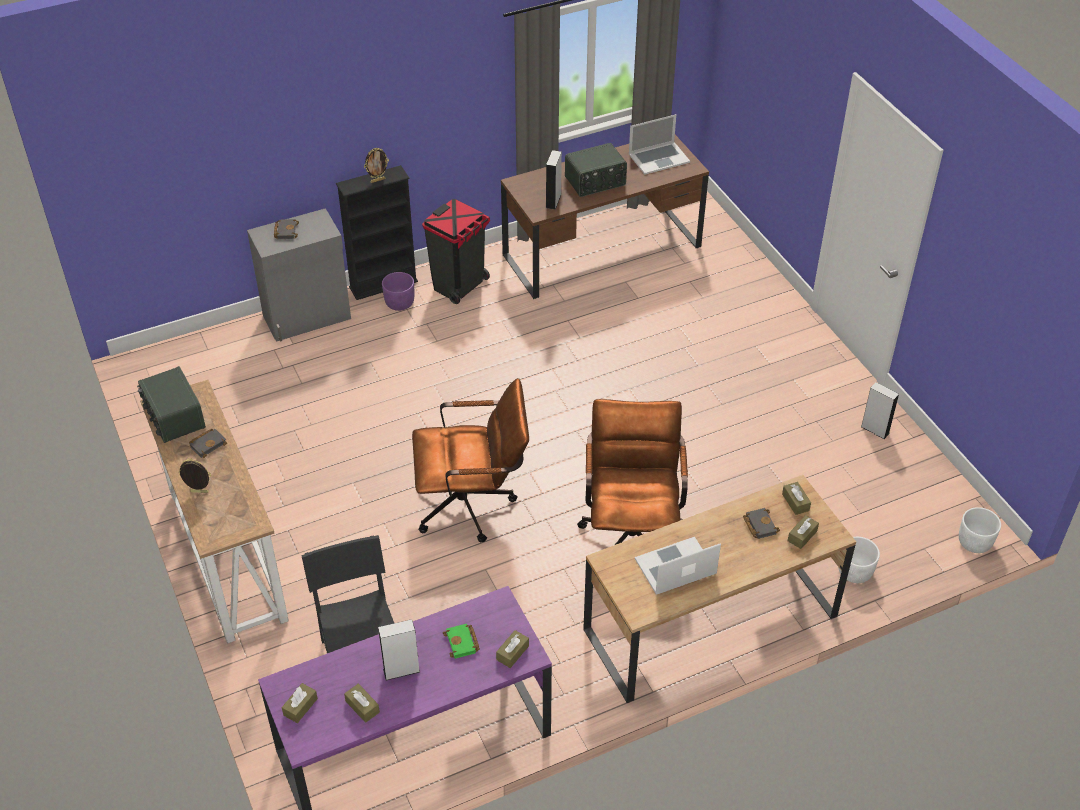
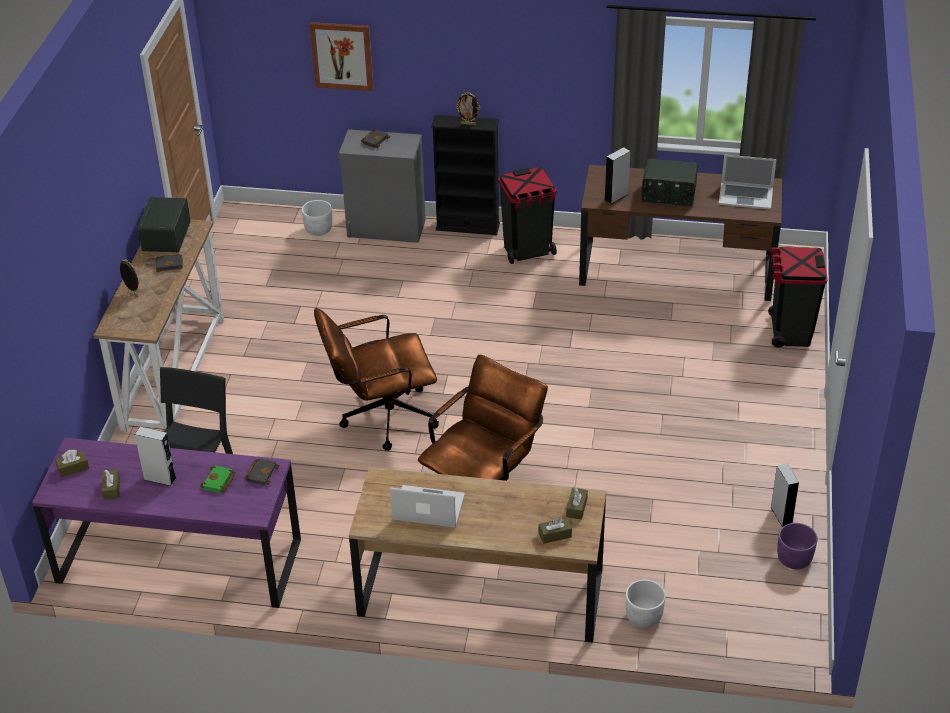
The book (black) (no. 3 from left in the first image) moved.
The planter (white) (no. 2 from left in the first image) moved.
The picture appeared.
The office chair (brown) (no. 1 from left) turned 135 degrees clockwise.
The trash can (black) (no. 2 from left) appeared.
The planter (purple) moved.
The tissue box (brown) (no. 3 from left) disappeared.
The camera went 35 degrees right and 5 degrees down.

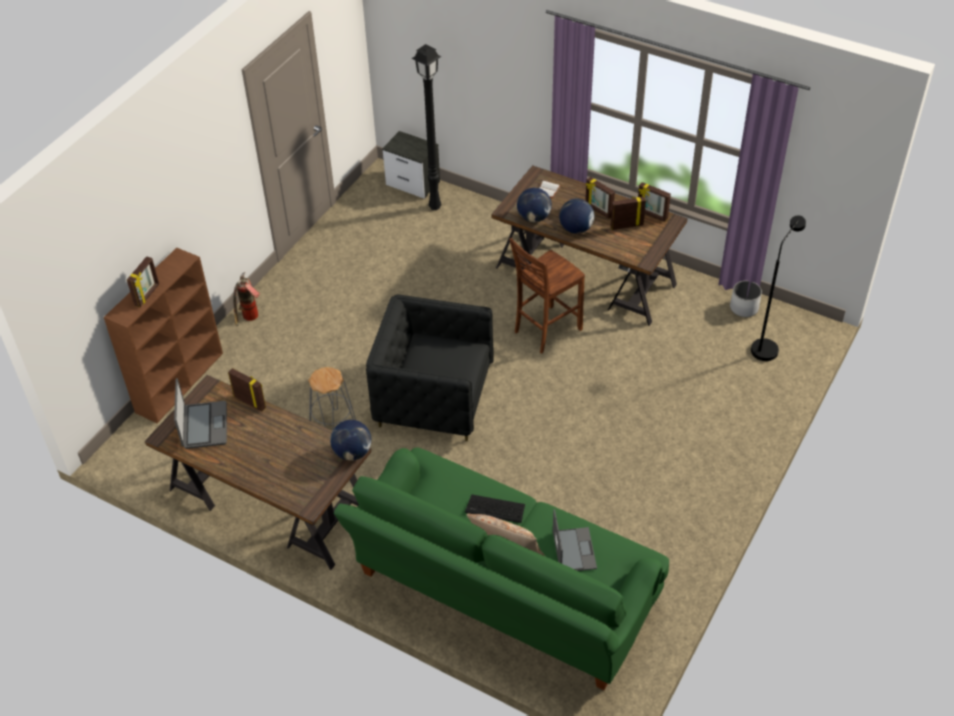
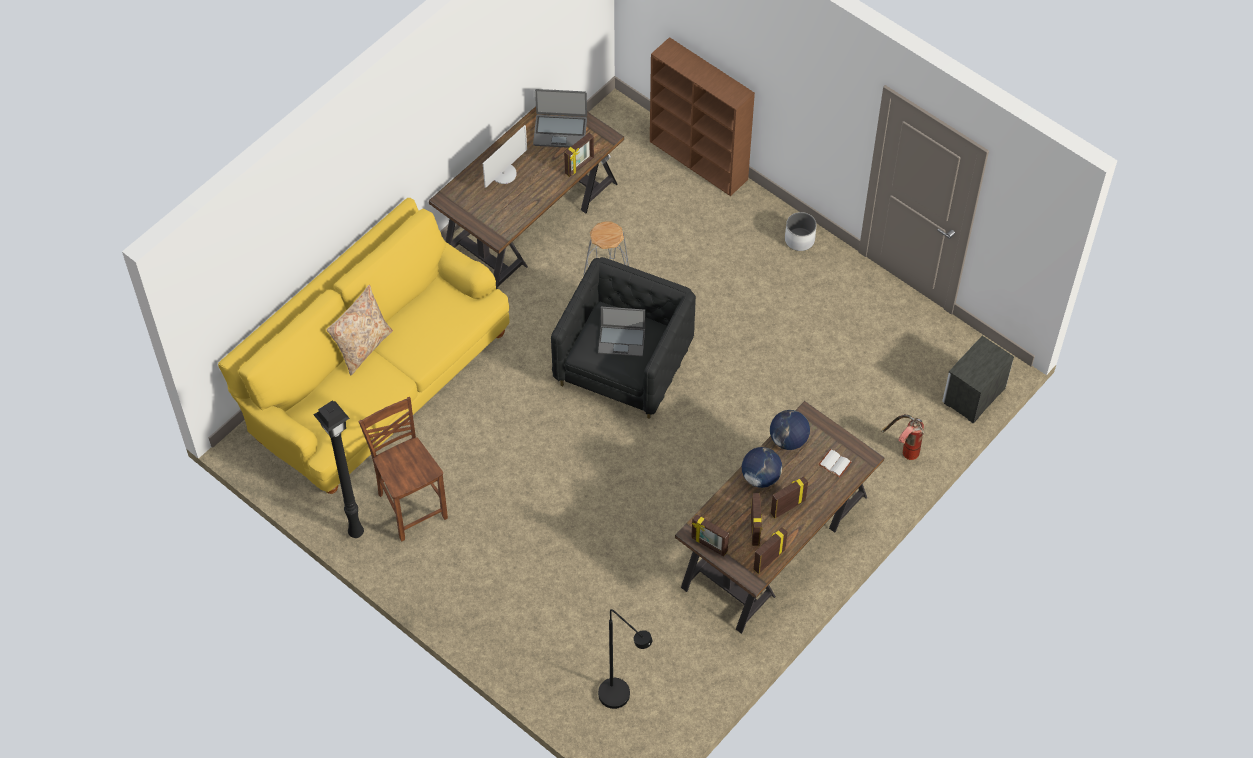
The sofa (green) became the sofa (yellow).
The floor lamp (black) (no. 1 from left) moved.
The chair (brown) moved.
The monitor appeared.
The laptop (no. 2 from left) moved.
The picture frame (no. 1 from left in the first image) moved.
The planter (white) moved.
The fire extinguisher moved.
The globe (no. 1 from left) disappeared.
The keyboard disappeared.
The camera went 100 degrees right and 10 degrees up.

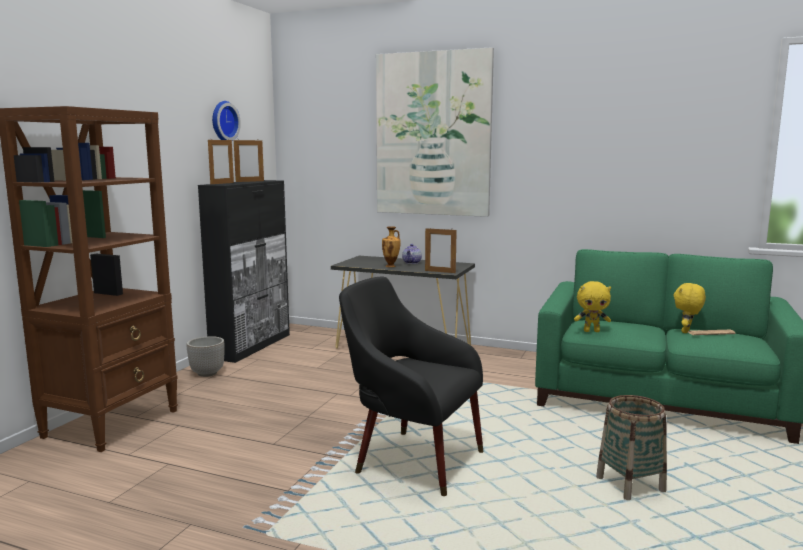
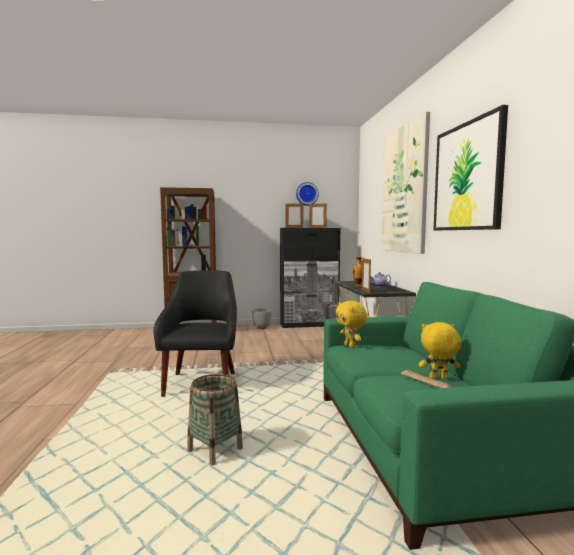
The picture (no. 2 from left) appeared.
The camera went 60 degrees right and 5 degrees down.

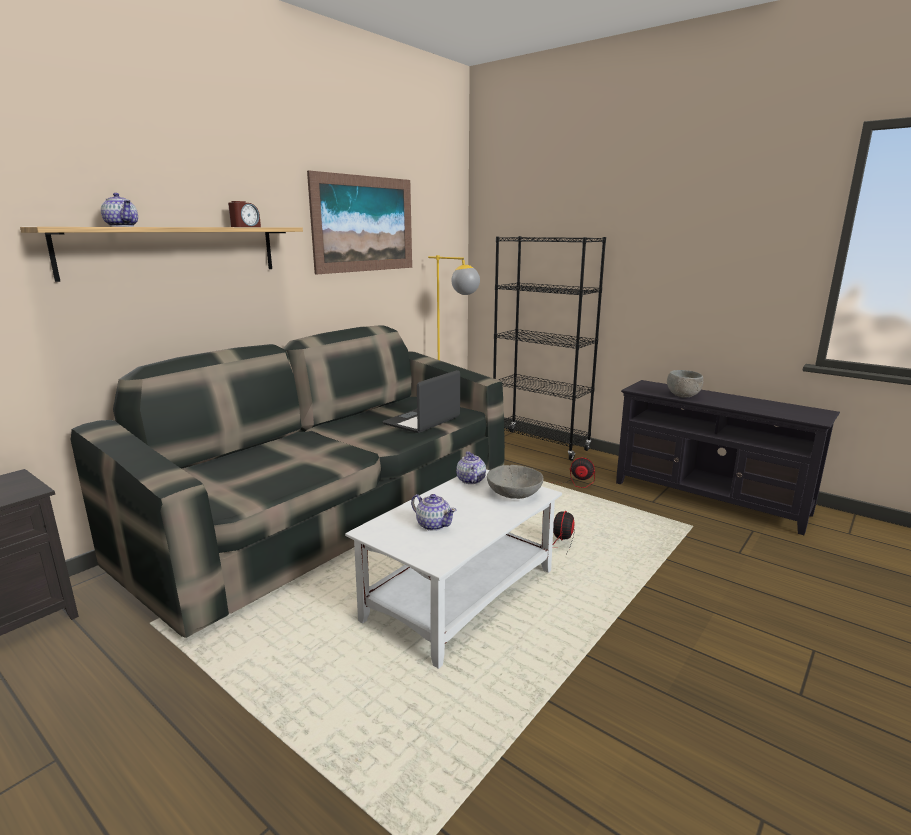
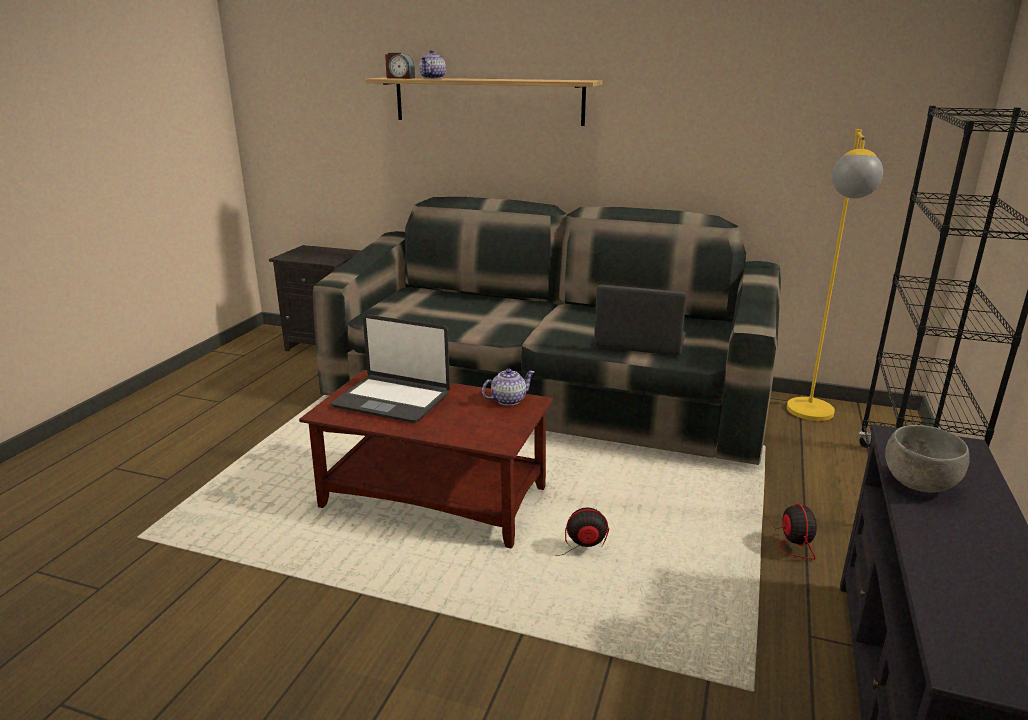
The coffee table (white) became the coffee table (brown).
The teapot (no. 2 from left) was replaced by the laptop (no. 1 from left).
The alarm clock moved.
The picture disappeared.
The bowl (grey) (no. 1 from left) disappeared.
The camera went 70 degrees right and 5 degrees up.

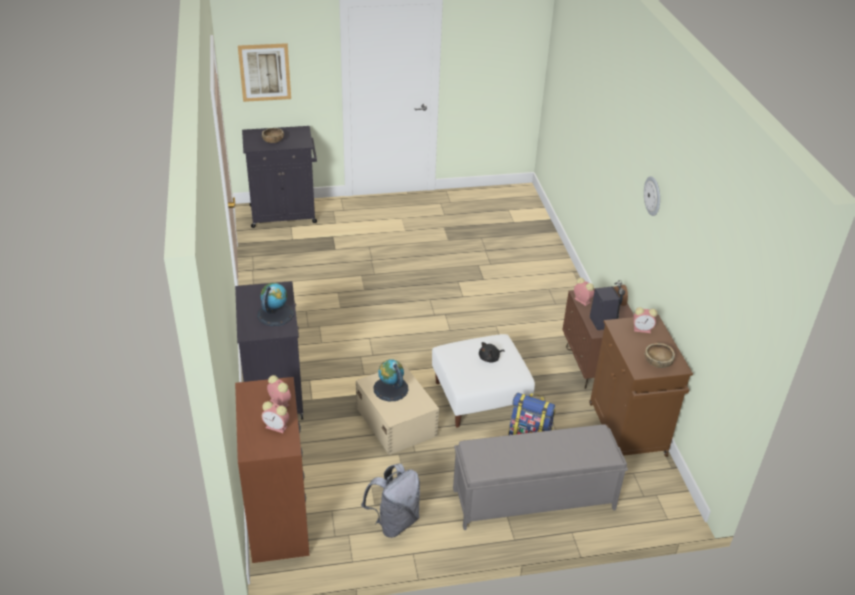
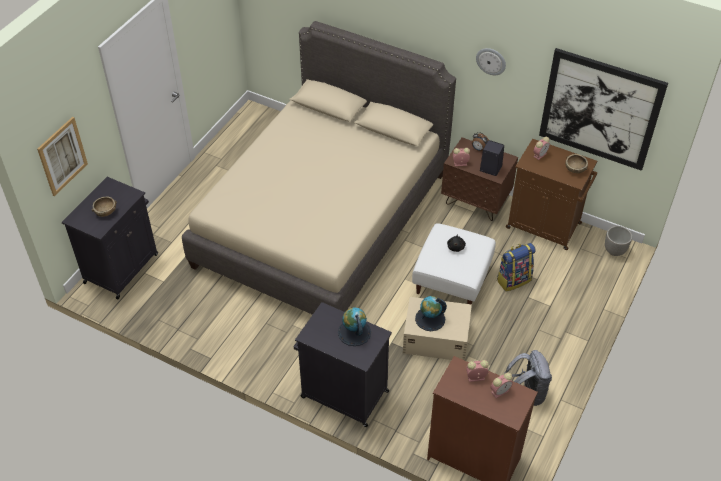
The bed (beige) appeared.
The picture (no. 2 from left) appeared.
The planter appeared.
The bench (grey) disappeared.
The camera went 50 degrees left and 10 degrees up.

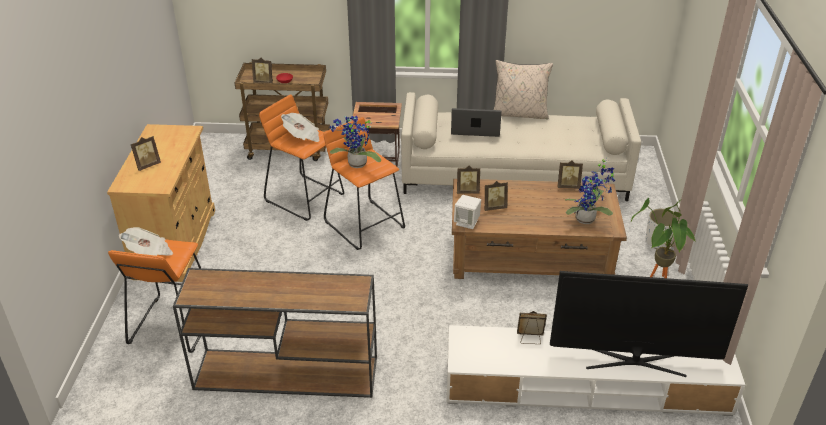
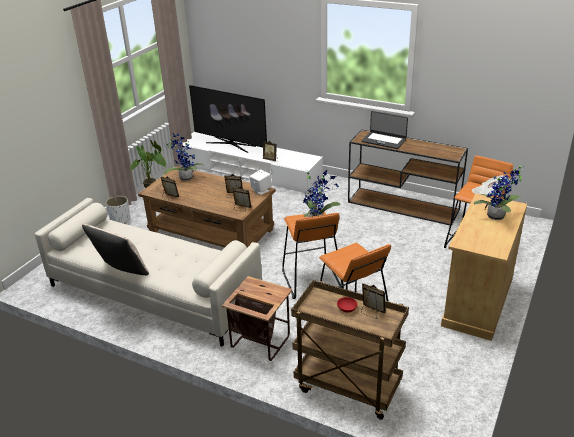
The laptop moved.
The picture frame (no. 1 from left) was replaced by the potted plant (no. 4 from left).
The newspaper (no. 2 from left) disappeared.
The camera went 155 degrees left and 5 degrees down.

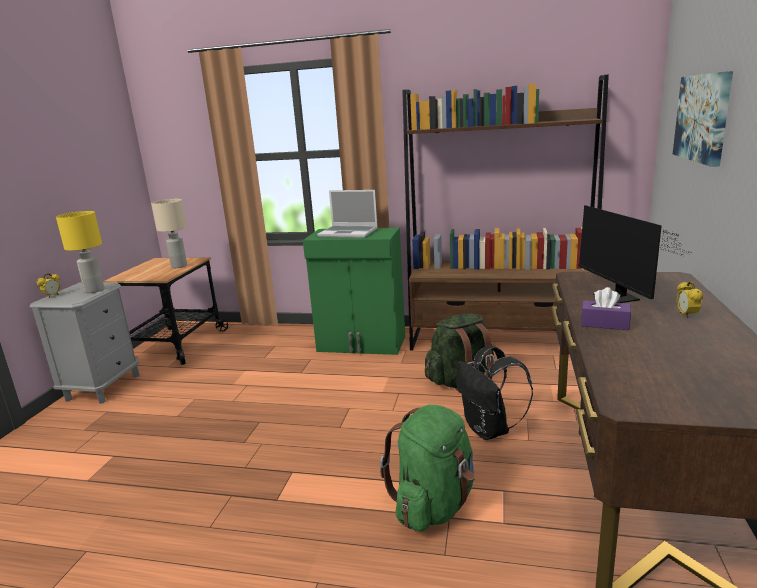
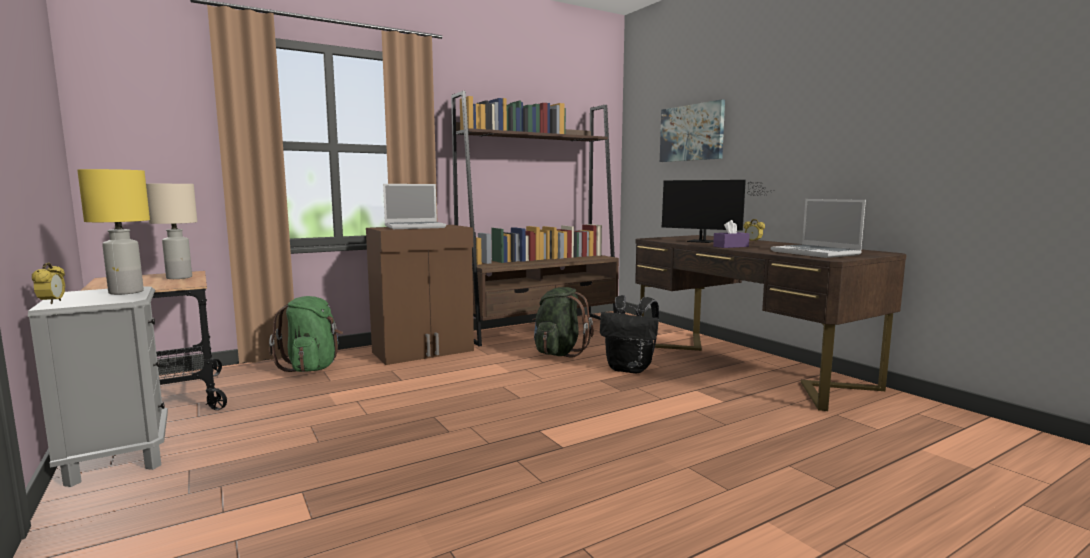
The backpack (green) (no. 1 from left) moved.
The cabinet (green) became the cabinet (brown).
The laptop (no. 2 from left) appeared.
The camera went 45 degrees left and 10 degrees down.

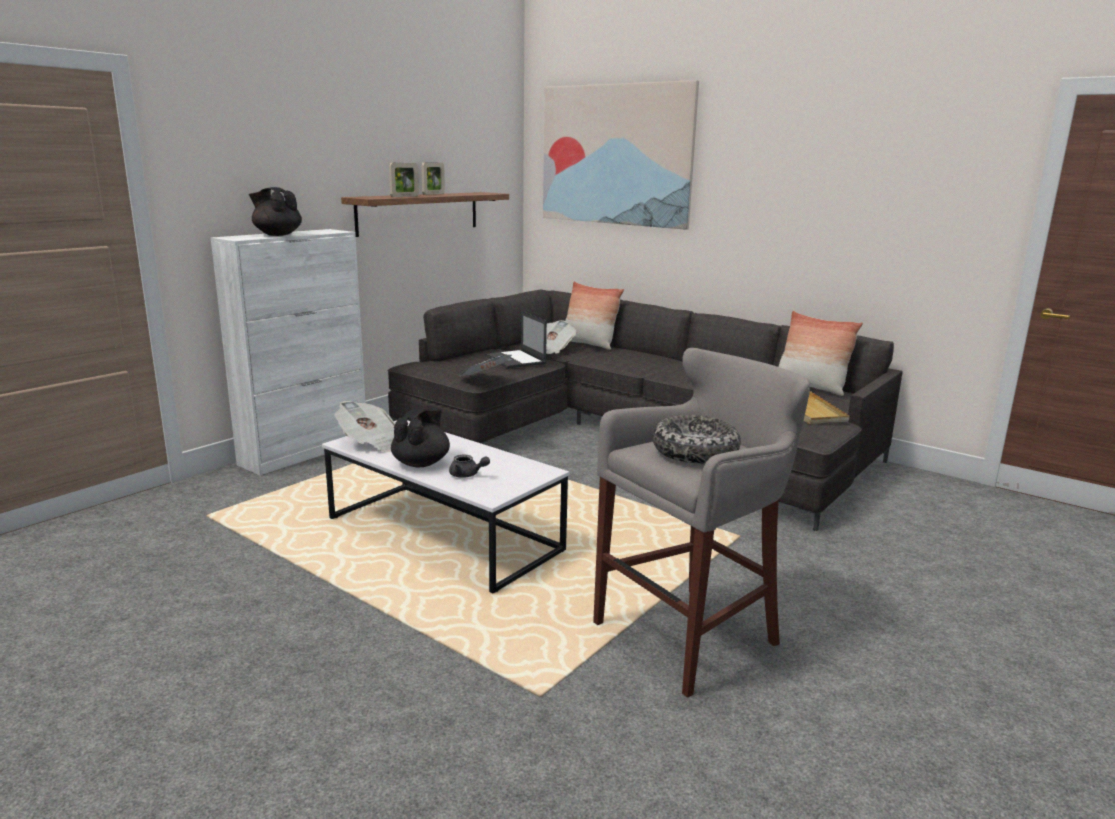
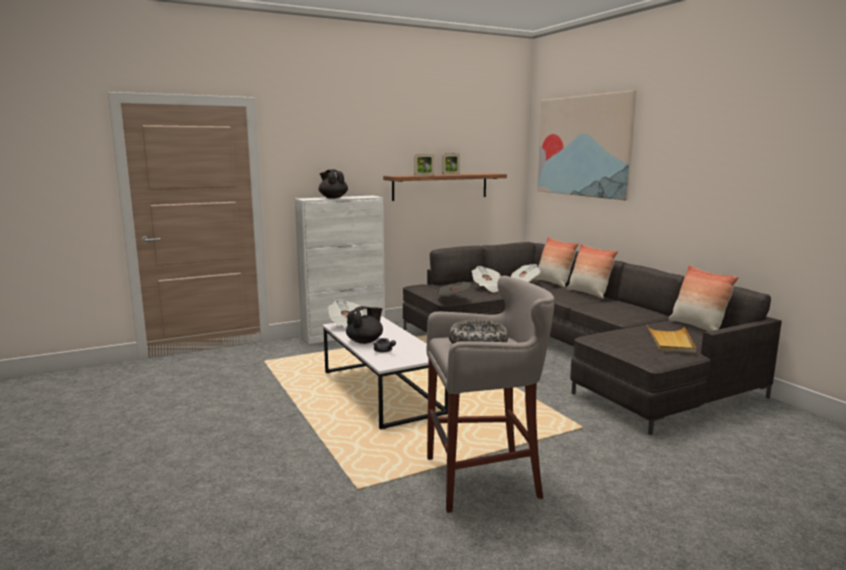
The laptop was replaced by the newspaper (no. 3 from left).
The pillow (no. 2 from left) appeared.
The camera went 25 degrees right and 5 degrees down.

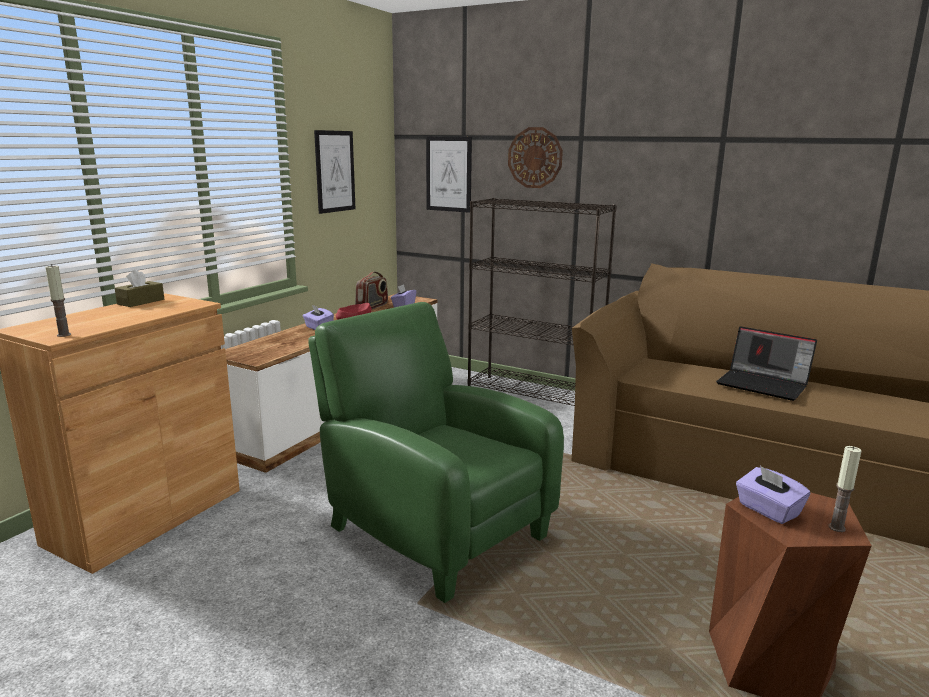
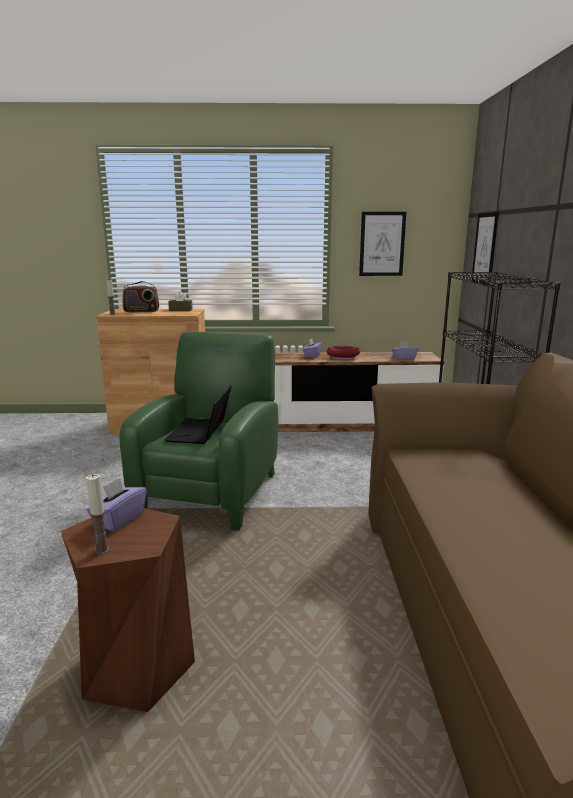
The radio moved.
The laptop moved.
The wall clock disappeared.
The camera went 60 degrees right and 0 degrees up.

